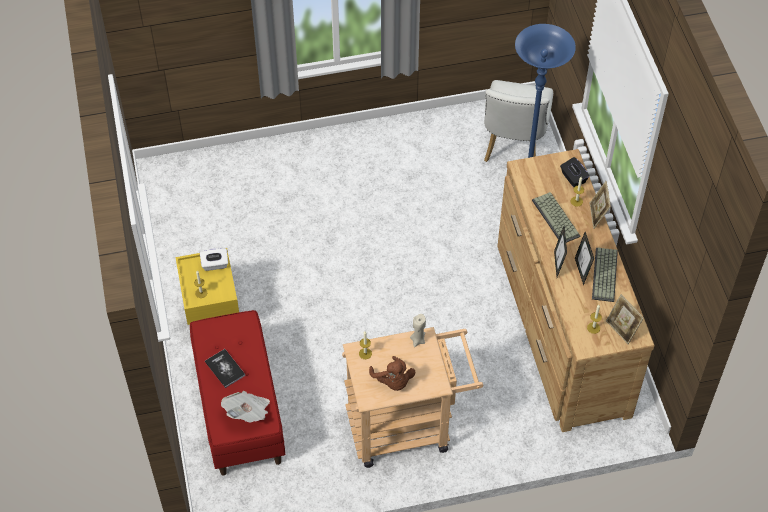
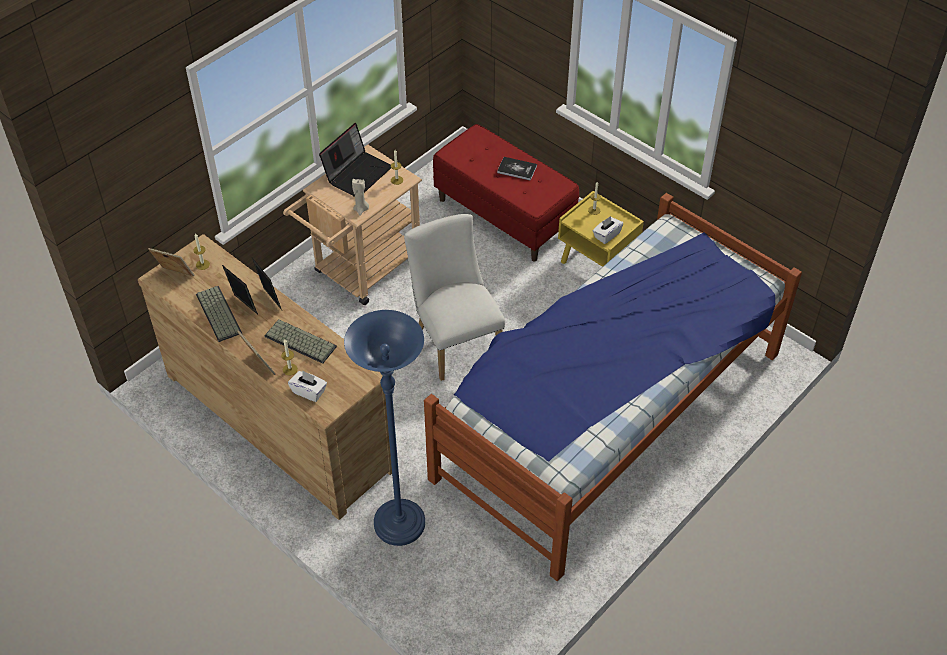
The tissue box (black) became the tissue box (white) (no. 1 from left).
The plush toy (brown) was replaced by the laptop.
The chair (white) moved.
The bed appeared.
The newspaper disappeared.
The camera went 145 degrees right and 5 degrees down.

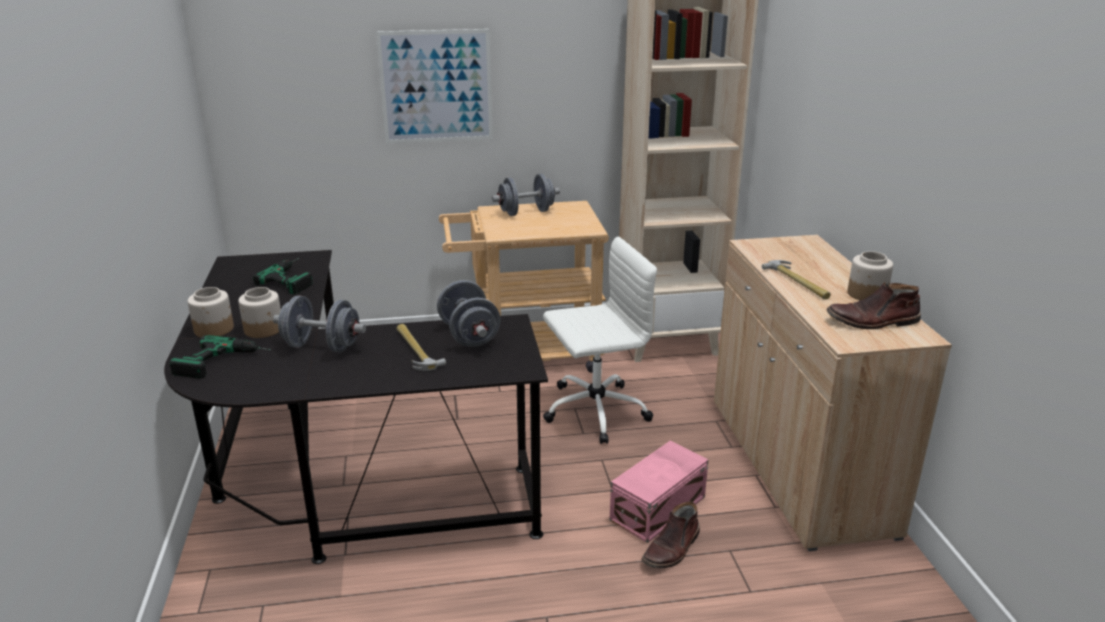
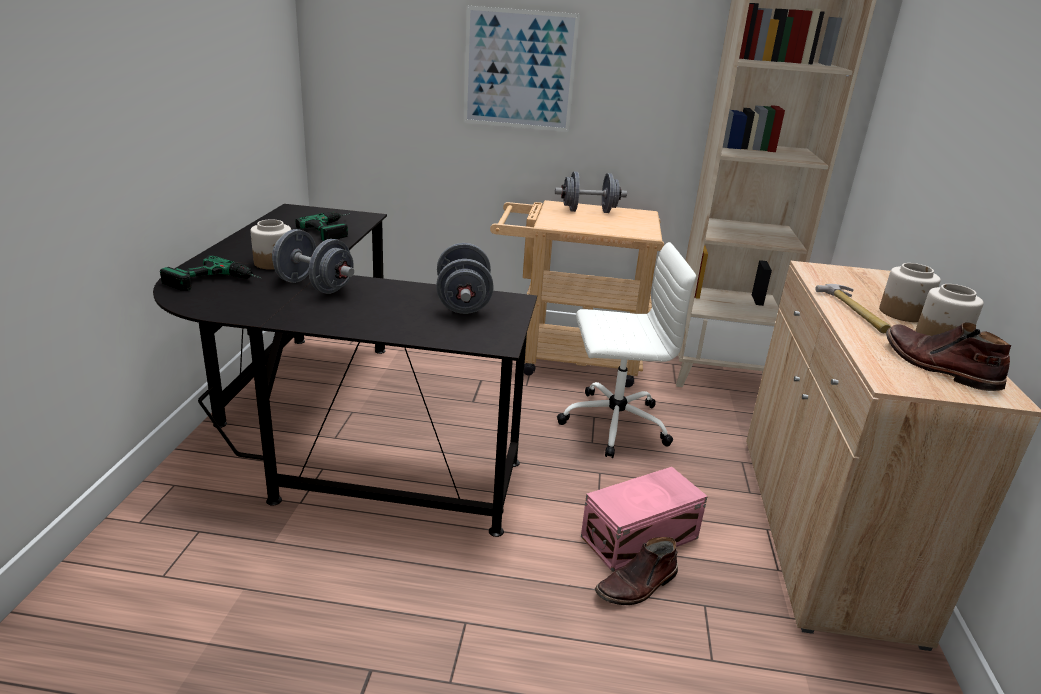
The jar (no. 1 from left in the first image) moved.
The boot (brown) (no. 2 from left) turned 45 degrees clockwise.
The hammer (no. 1 from left) disappeared.
The camera went 15 degrees right and 0 degrees up.

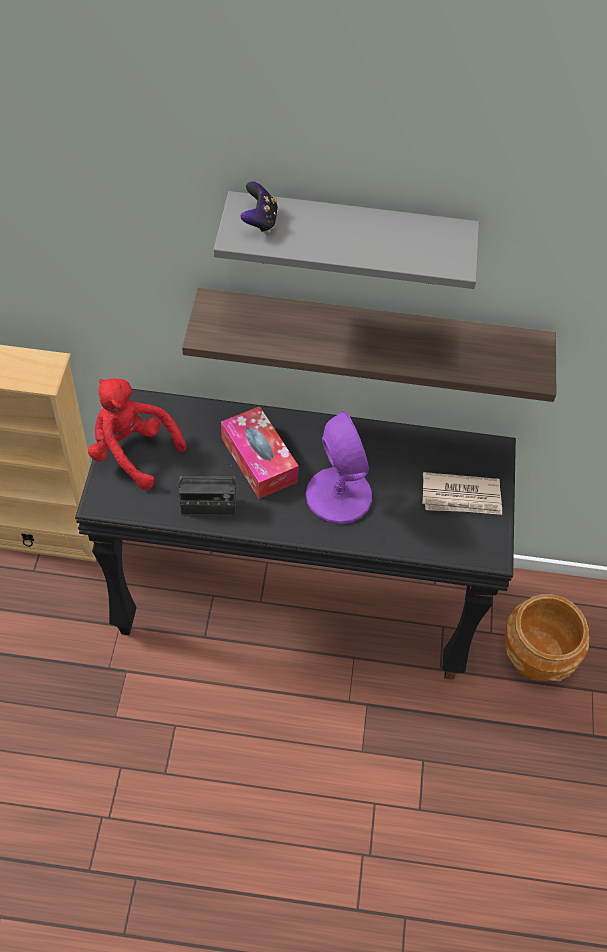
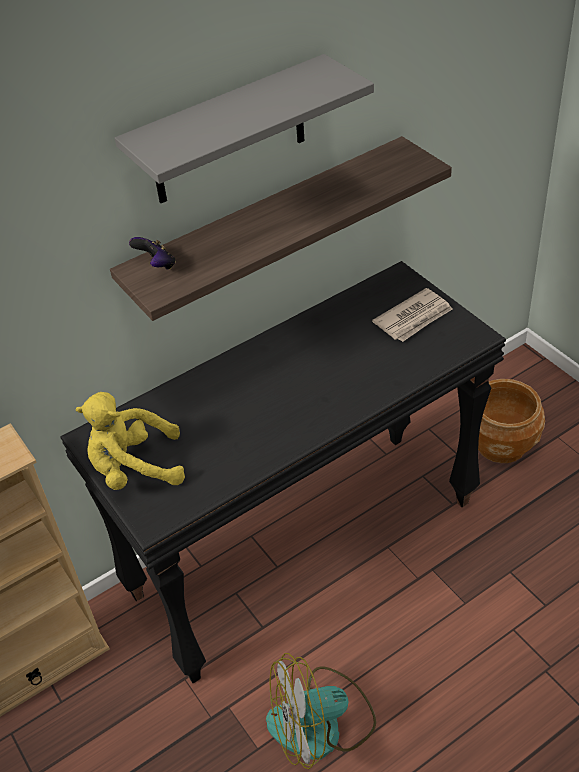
The plush toy (red) became the plush toy (yellow).
The game controller moved.
The fan appeared.
The radio disappeared.
The tissue box disappeared.
The table lamp (purple) disappeared.
The camera went 35 degrees left and 10 degrees down.

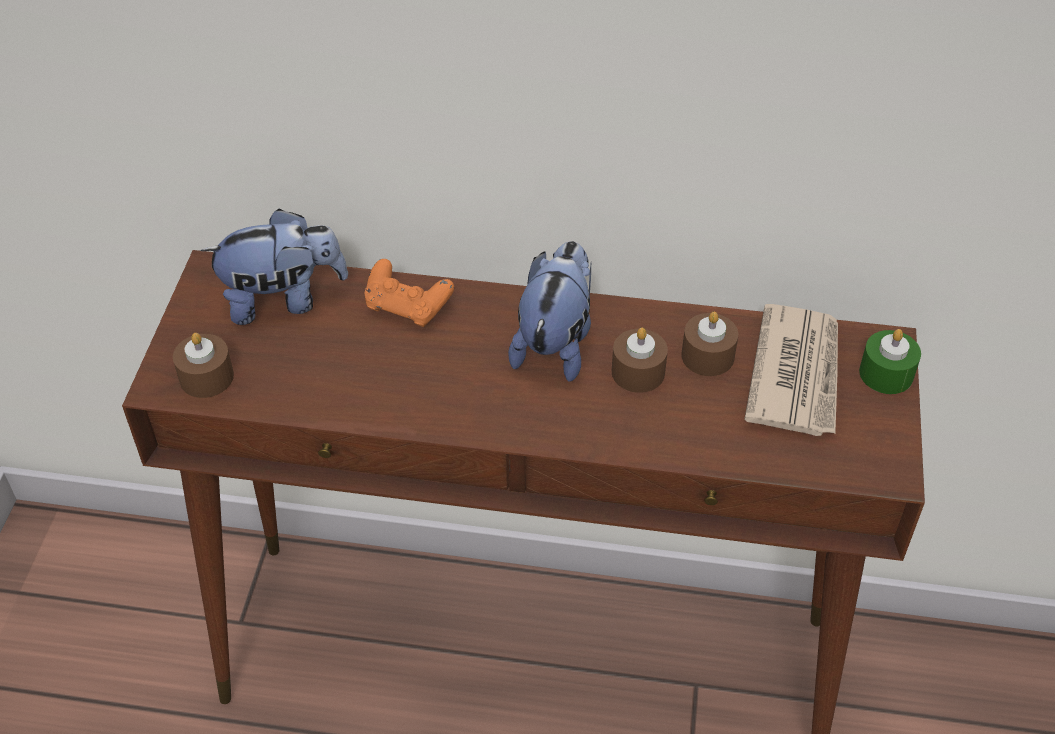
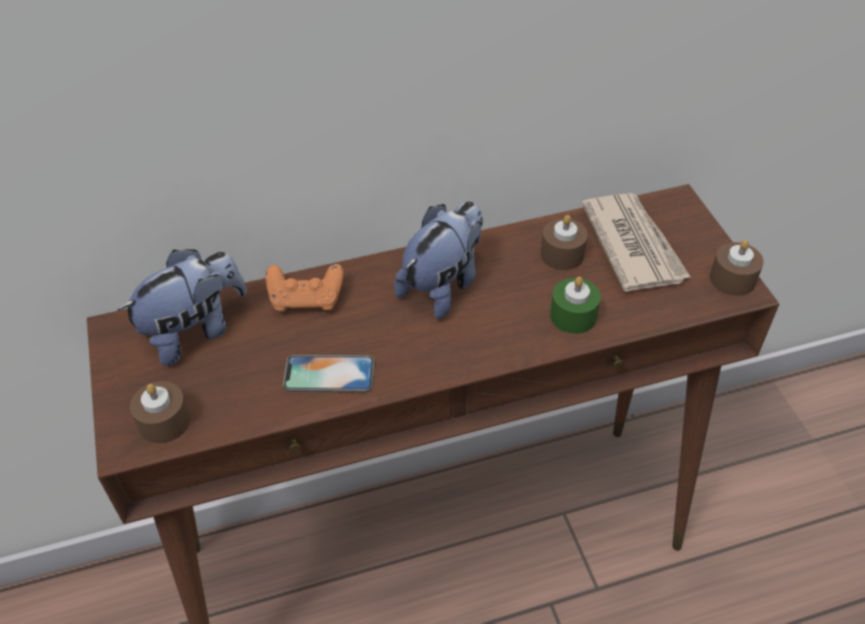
The phone appeared.
The plush toy (no. 2 from left) turned 45 degrees clockwise.
The candle (green) moved.
The candle (brown) (no. 2 from left in the first image) moved.
The camera went 25 degrees left and 0 degrees up.

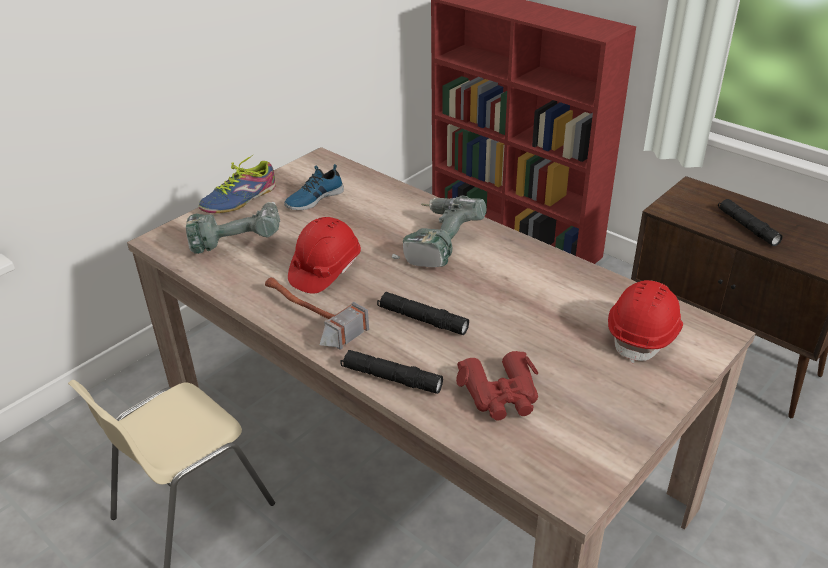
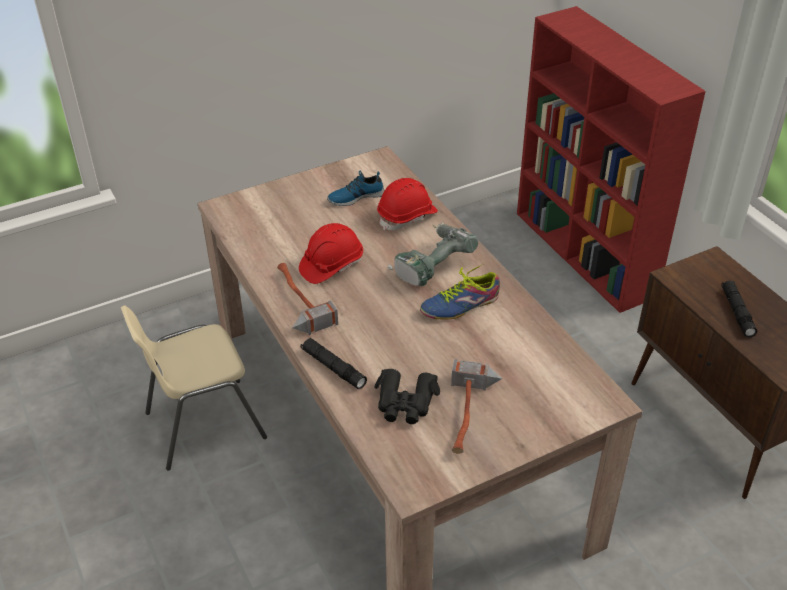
The binoculars (red) became the binoculars (black).
The hard hat (red) (no. 2 from left) moved.
The shoe (no. 1 from left in the first image) moved.
The hammer (no. 2 from left) appeared.
The power drill (no. 1 from left) disappeared.
The flashlight (black) (no. 2 from left) disappeared.
The camera went 20 degrees right and 5 degrees up.

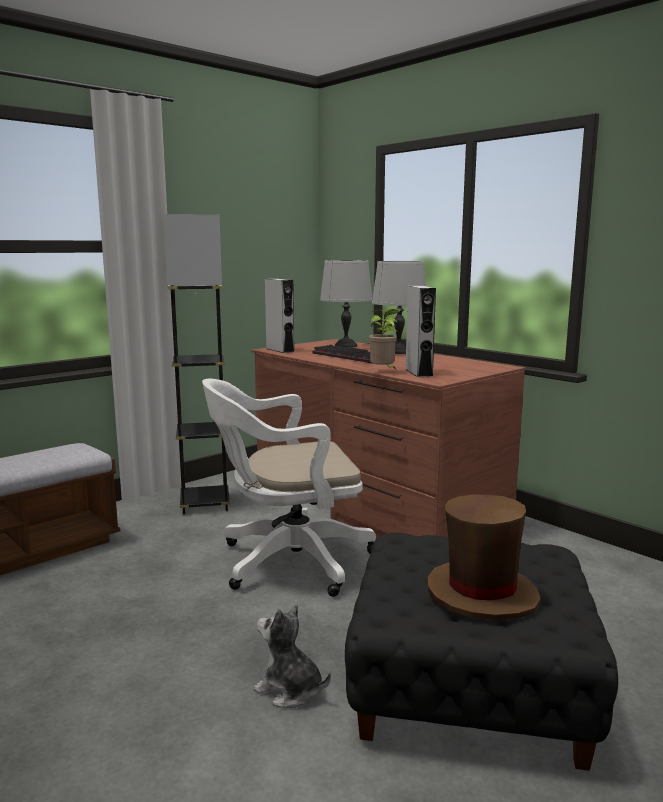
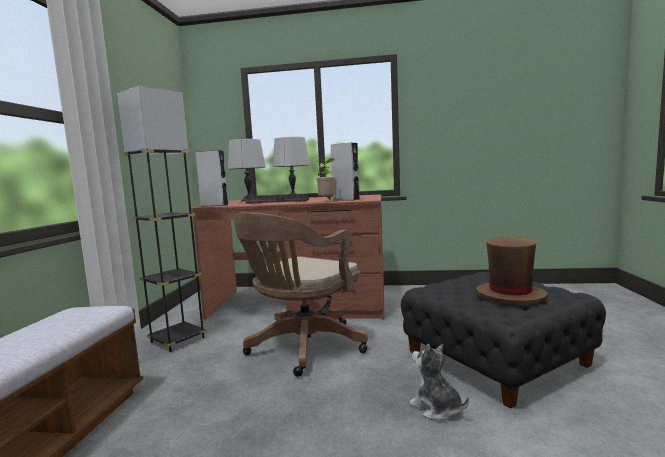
The office chair (white) became the office chair (brown).
The plush toy turned 60 degrees clockwise.
The camera went 40 degrees left and 5 degrees down.

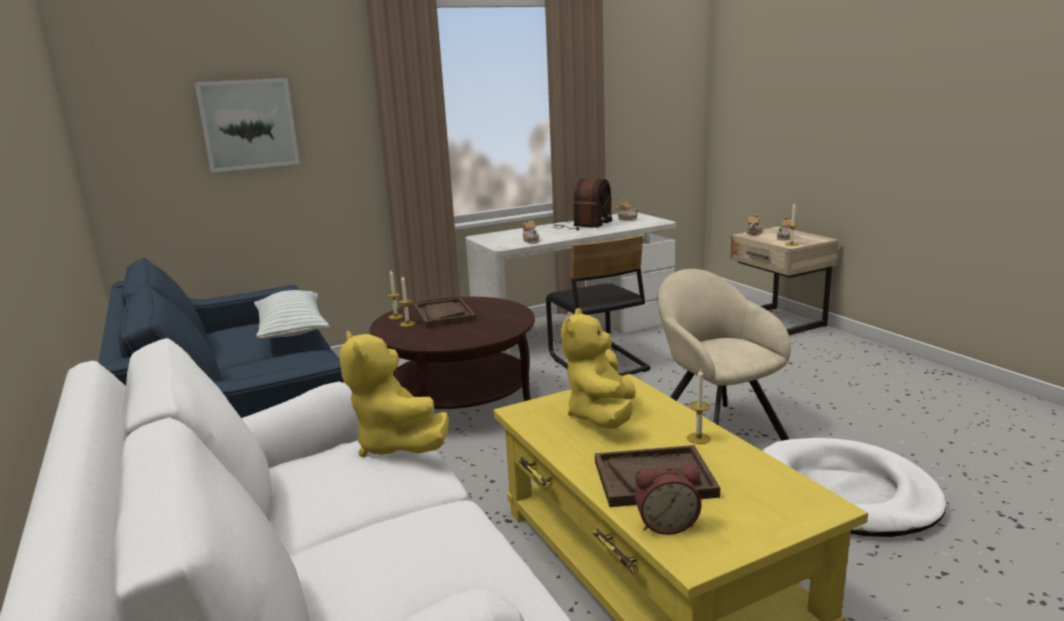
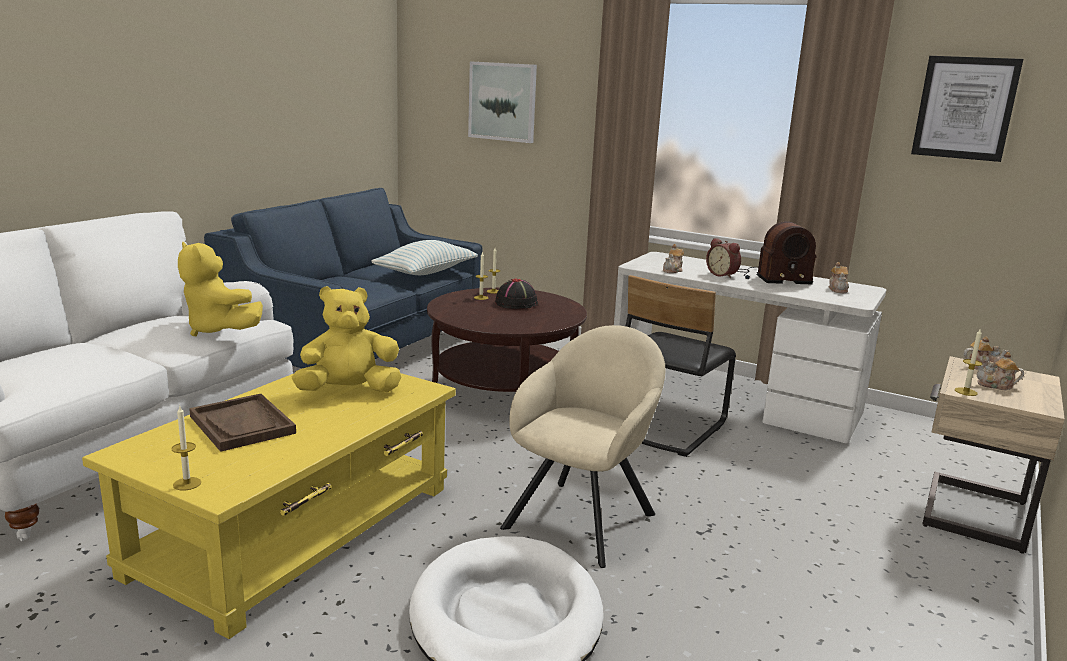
The candle (no. 3 from left in the first image) moved.
The plush toy (yellow) (no. 1 from left) turned 75 degrees counterclockwise.
The tray (brown) (no. 1 from left) was replaced by the hat (black).
The alarm clock moved.
The picture (no. 2 from left) appeared.
The camera went 55 degrees right and 0 degrees up.

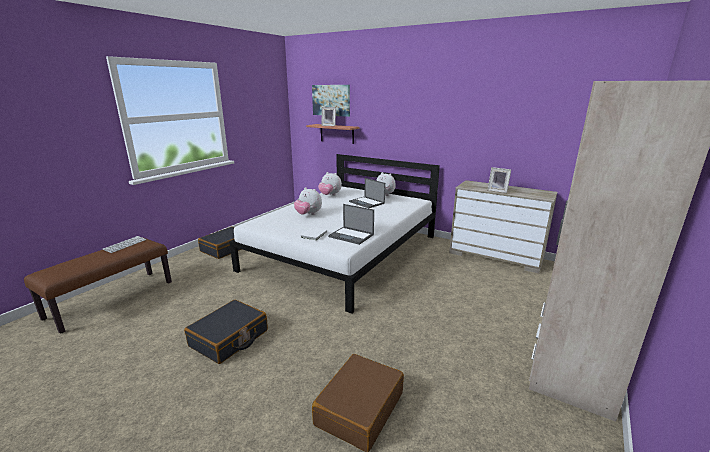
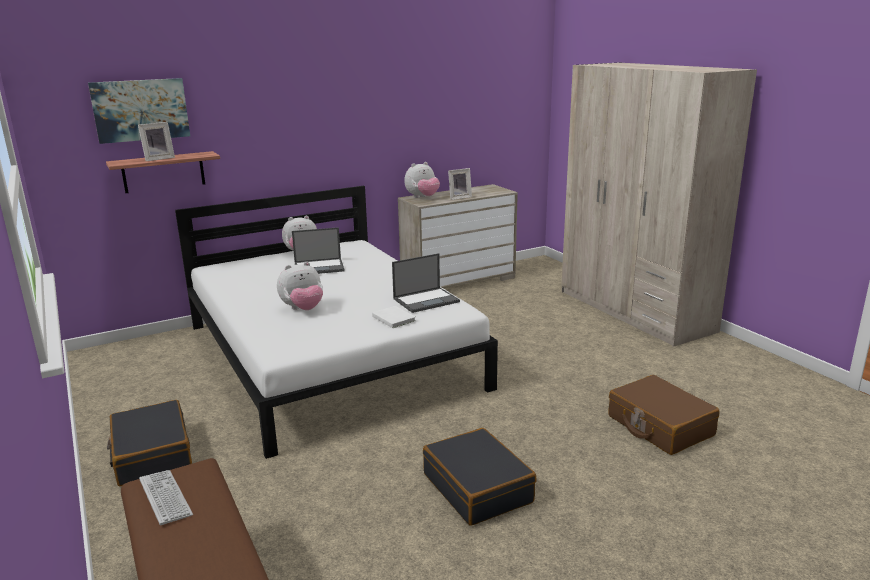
The plush toy (no. 2 from left in the first image) moved.
The camera went 60 degrees left and 0 degrees up.

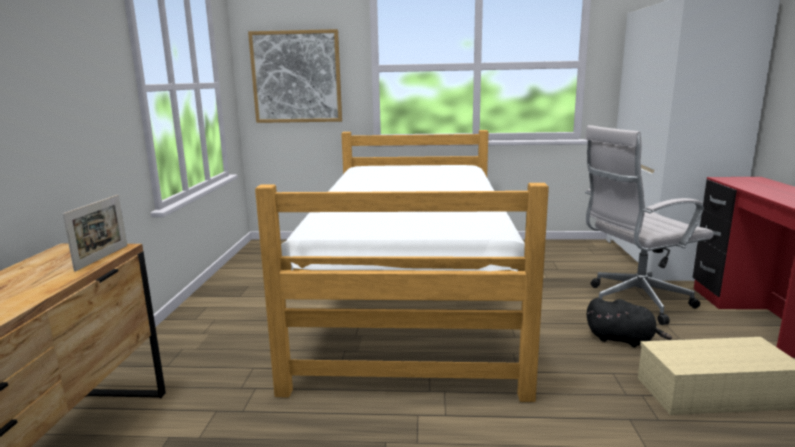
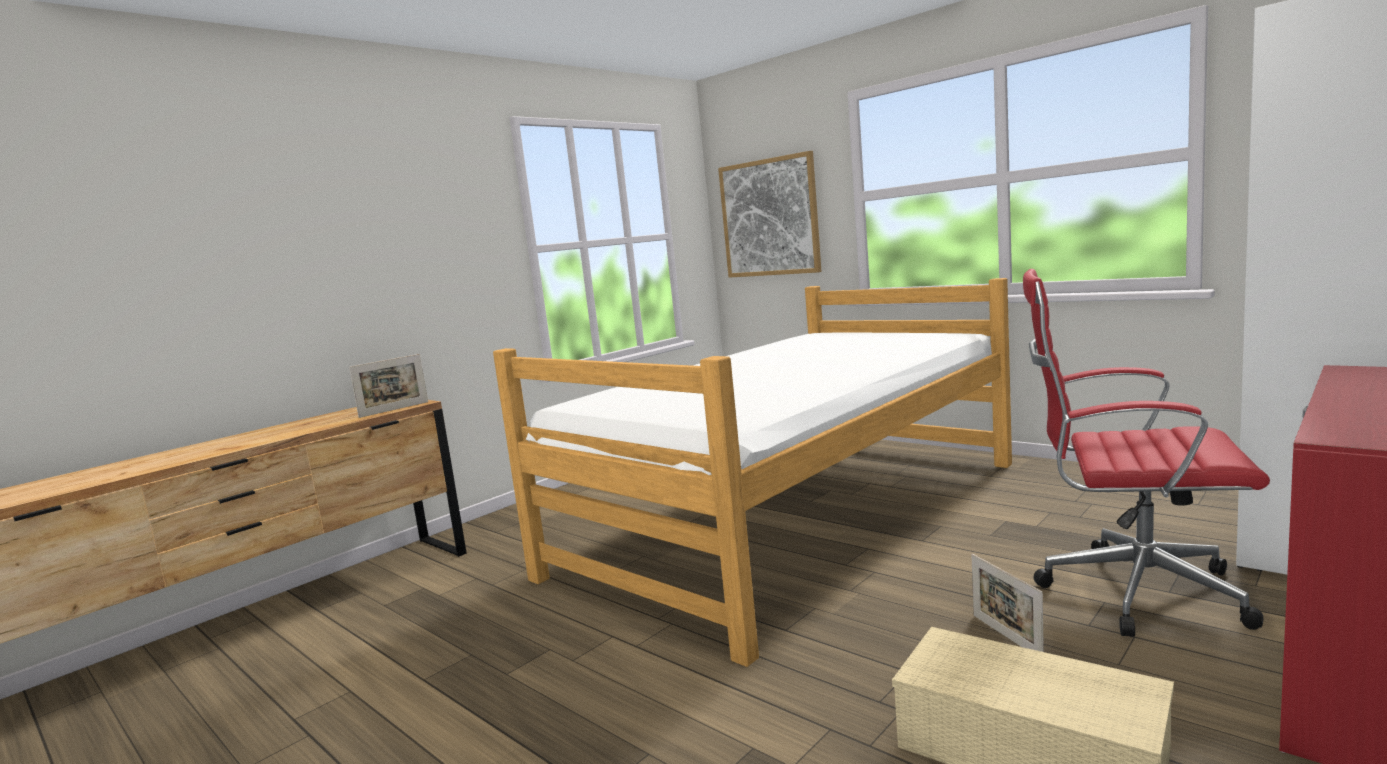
The plush toy (black) was replaced by the picture frame (no. 2 from left).
The office chair (white) became the office chair (red).
The camera went 40 degrees right and 5 degrees down.

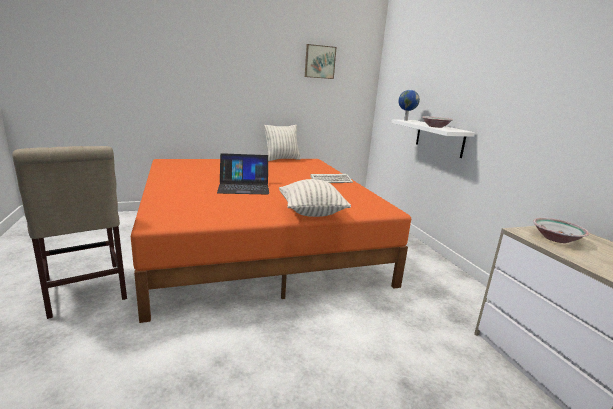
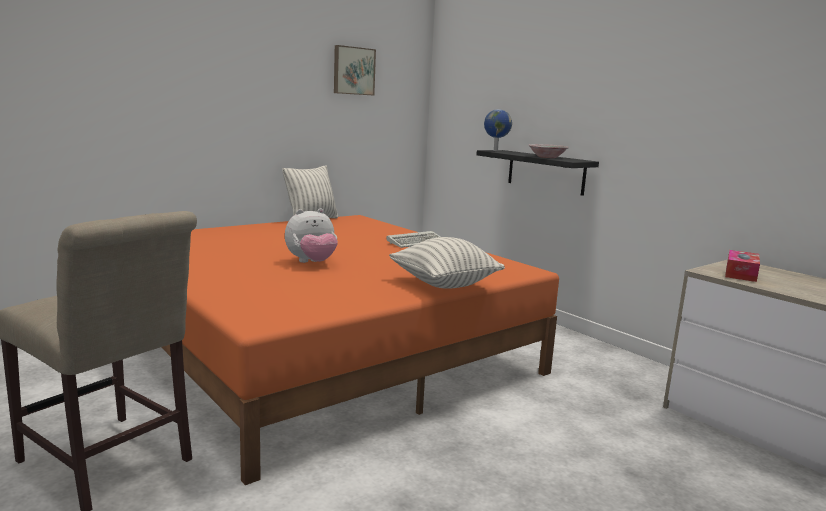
The laptop was replaced by the plush toy.
The shelf (white) became the shelf (black).
The bowl (no. 2 from left) was replaced by the tissue box.
The camera went 20 degrees left and 5 degrees down.

